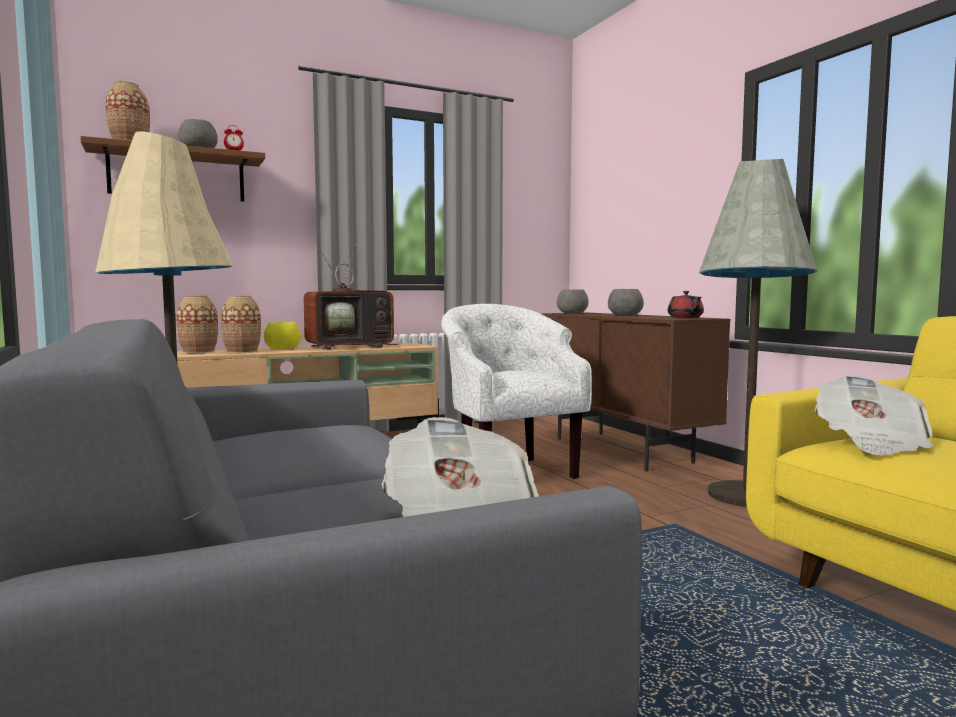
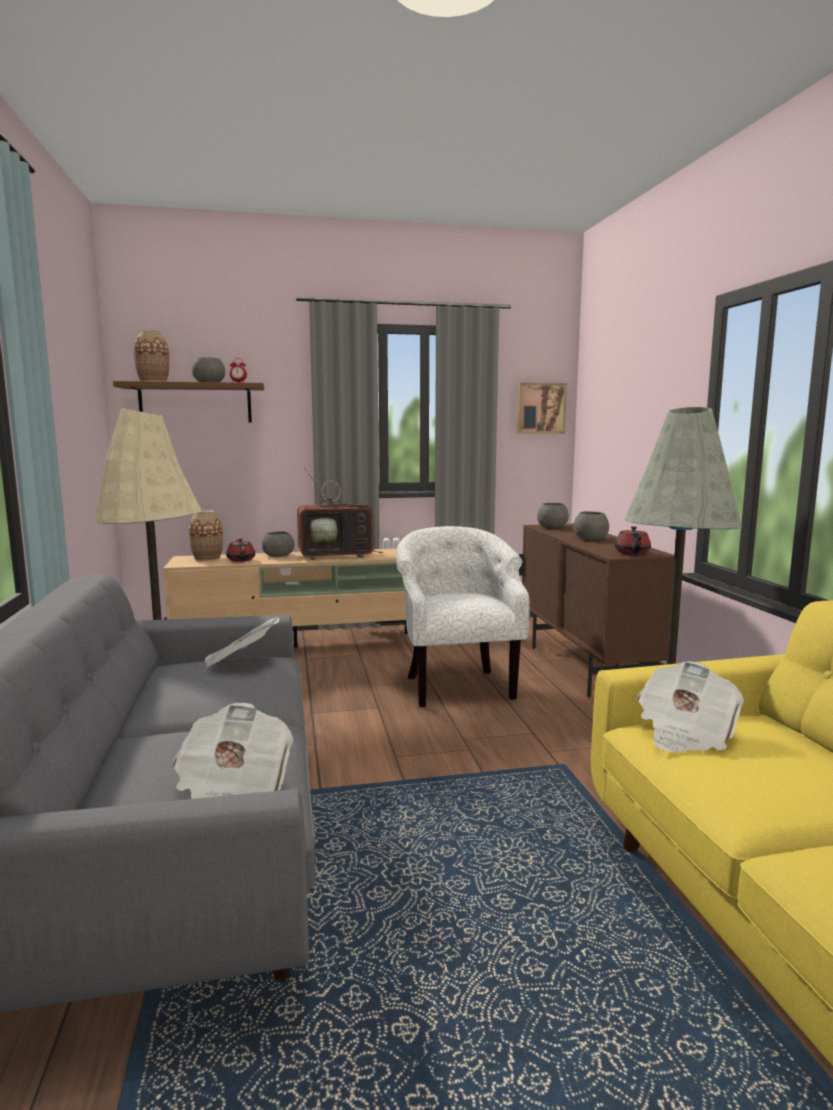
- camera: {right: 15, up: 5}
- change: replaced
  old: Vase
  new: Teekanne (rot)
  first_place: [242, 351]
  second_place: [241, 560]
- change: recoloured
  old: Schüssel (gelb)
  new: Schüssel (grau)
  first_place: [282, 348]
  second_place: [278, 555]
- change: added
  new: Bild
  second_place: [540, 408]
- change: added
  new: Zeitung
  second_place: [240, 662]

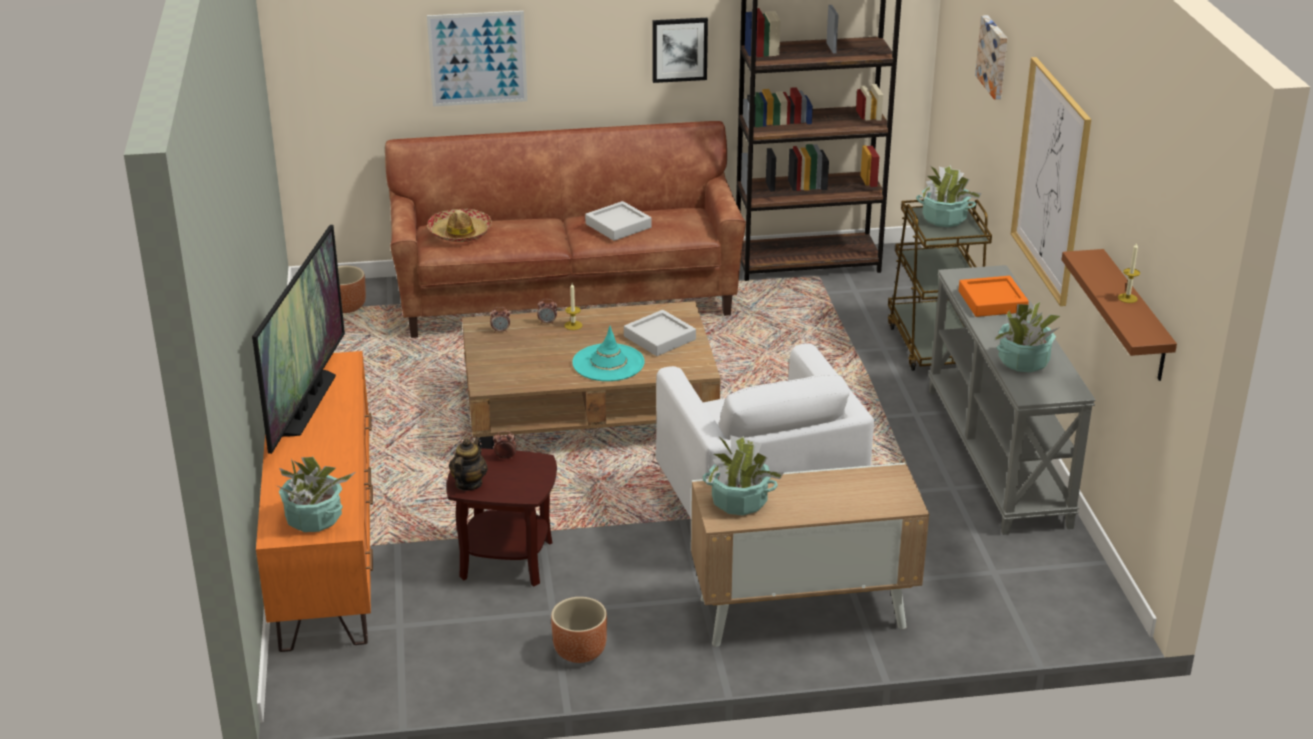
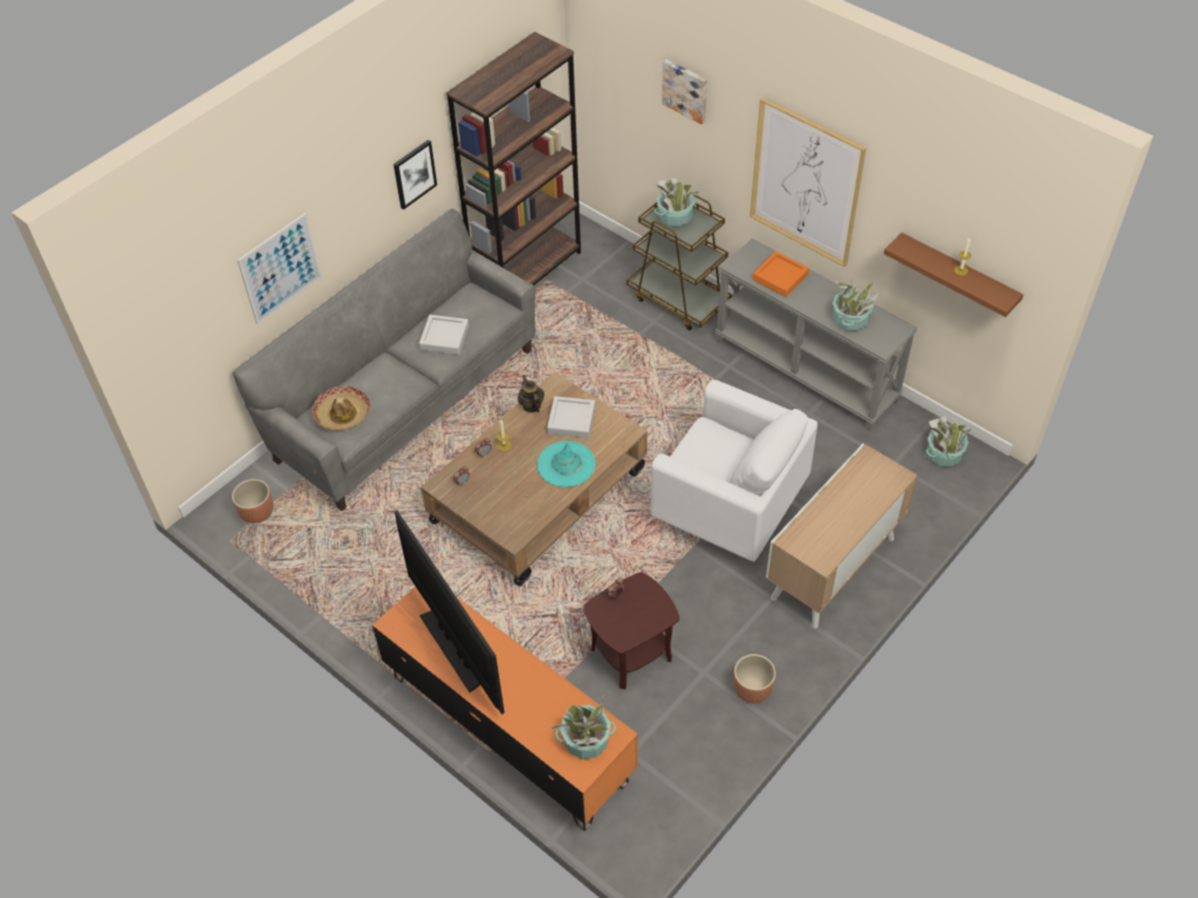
- camera: {right: -40, up: 20}
- change: recoloured
  old: Sofa (braun)
  new: Sofa (grau)
  first_place: [566, 298]
  second_place: [406, 404]
- change: moved
  old: Topfpflanze
  first_place: [739, 501]
  second_place: [943, 454]
- change: moved
  old: Teekanne
  first_place: [468, 484]
  second_place: [531, 406]

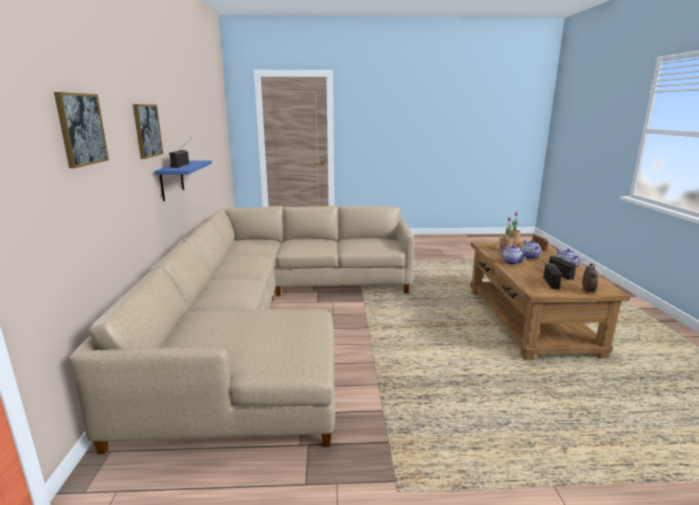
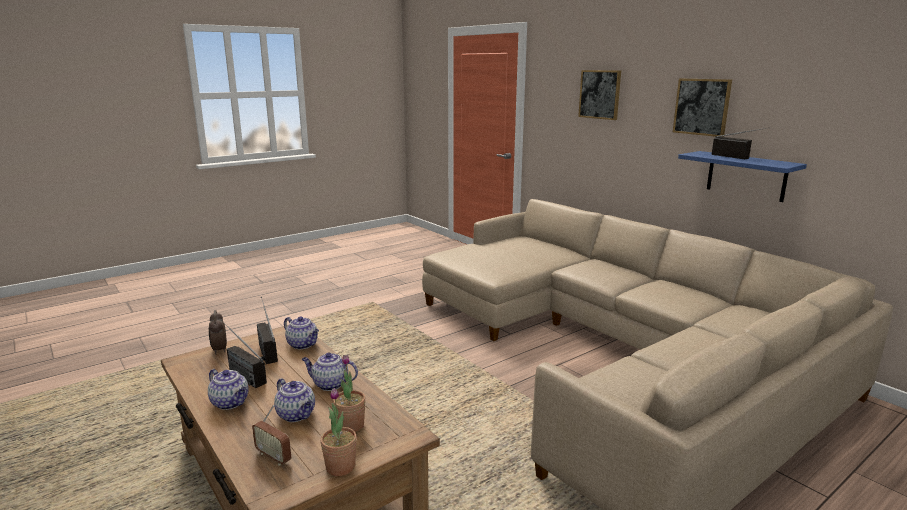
- camera: {right: 145, up: 0}
- change: added
  new: Teekanne
  second_place: [303, 344]

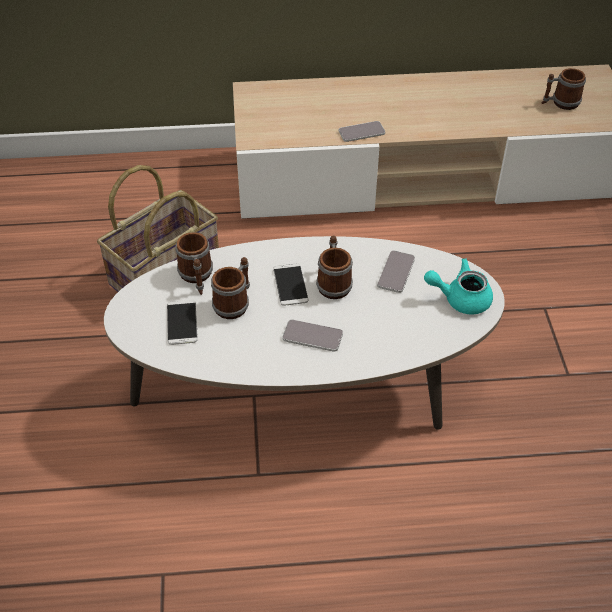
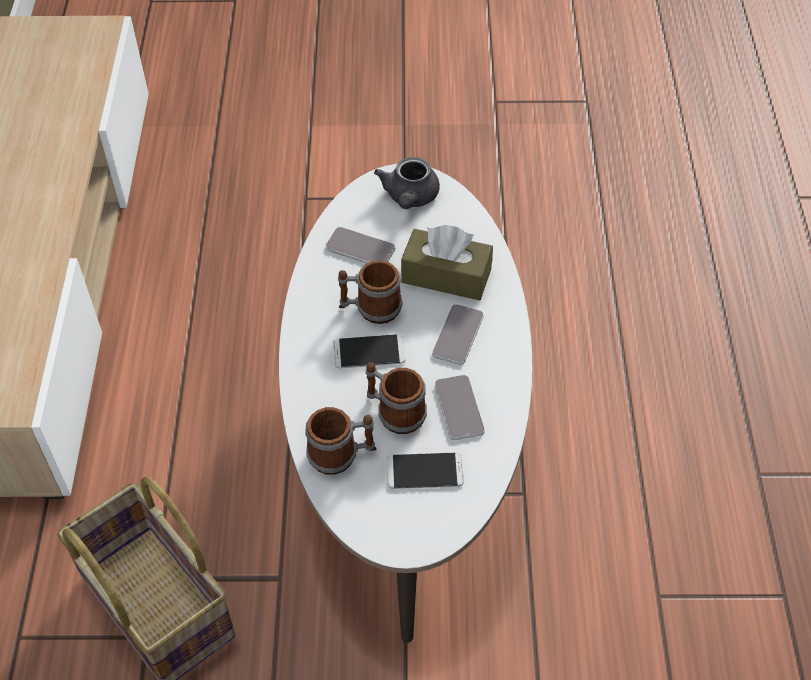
- camera: {right: -85, up: 5}
- change: removed
  old: Henkelbecher
  first_place: [560, 103]
- change: moved
  old: Handy
  first_place: [361, 132]
  second_place: [459, 408]
- change: recoloured
  old: Teekanne (türkis)
  new: Teekanne (grau)
  first_place: [460, 298]
  second_place: [410, 198]
- change: added
  new: Taschentuchbox (braun)
  second_place: [446, 276]

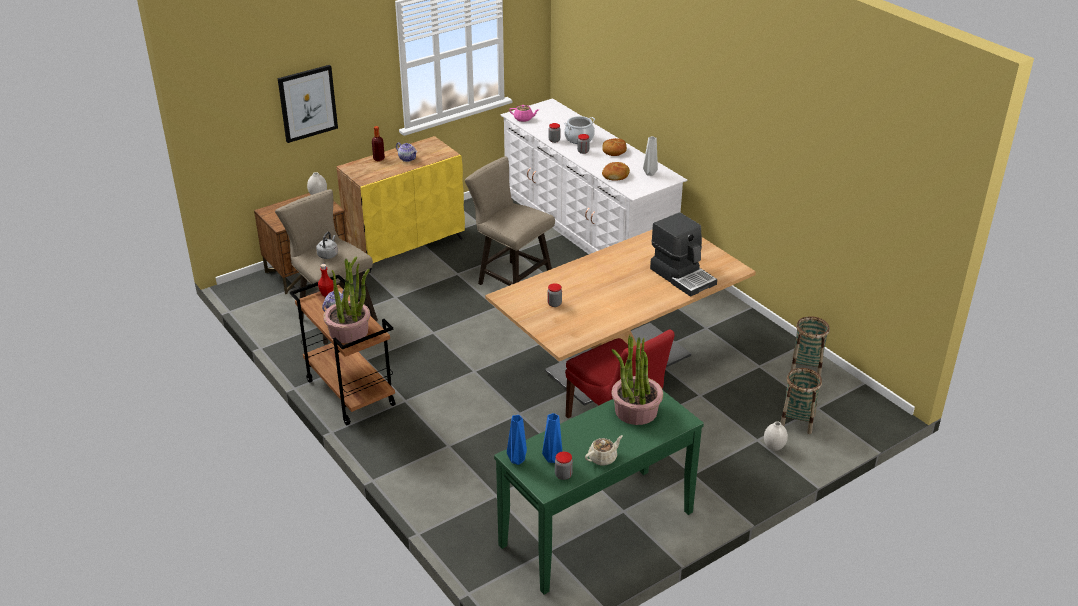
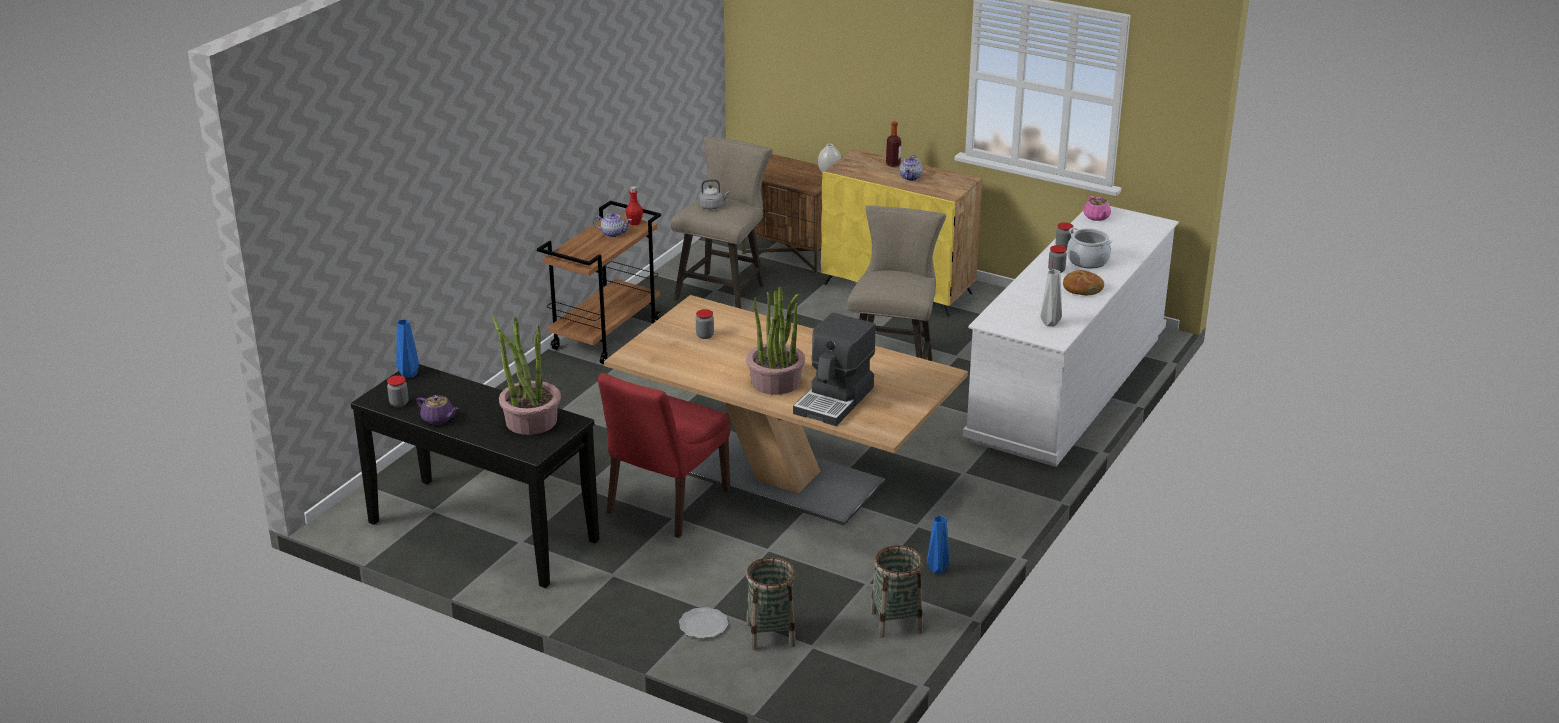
- camera: {right: 65, up: -5}
- change: removed
  old: Bild
  first_place: [307, 103]
- change: removed
  old: Brot
  first_place: [616, 175]
- change: moved
  old: Topfpflanze
  first_place: [349, 331]
  second_place: [775, 382]
- change: recoloured
  old: Konsolentisch (grün)
  new: Konsolentisch (schwarz)
  first_place: [597, 529]
  second_place: [482, 532]
- change: moved
  old: Vase (blau)
  first_place: [553, 459]
  second_place: [937, 570]
- change: replaced
  old: Vase (weiß)
  new: Teller
  first_place: [774, 448]
  second_place: [702, 625]
- change: recoloured
  old: Teekanne (beige)
  new: Teekanne (lila)
  first_place: [603, 458]
  second_place: [438, 419]

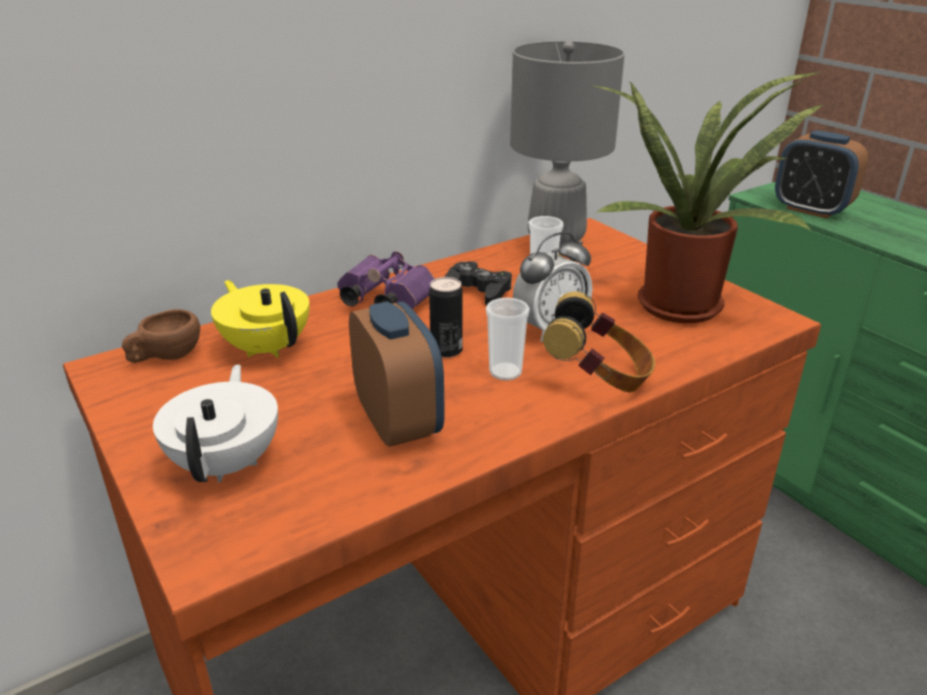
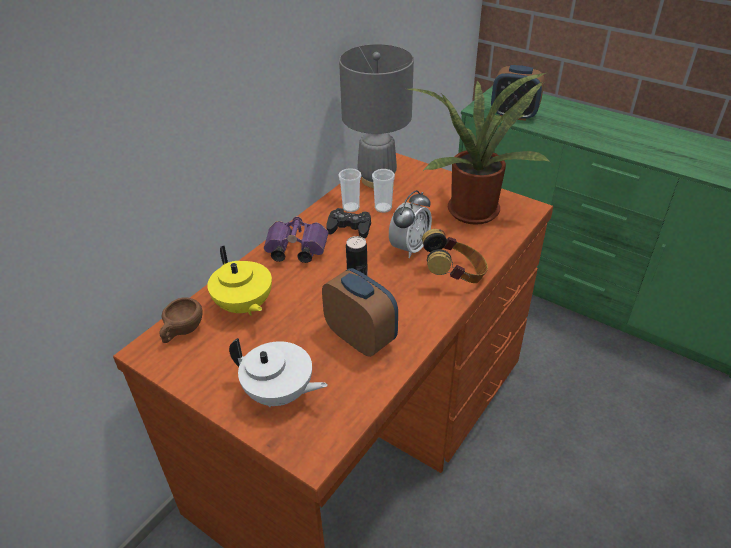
- camera: {right: -20, up: 10}
- change: turned
  old: Teekanne (gelb)
  first_place: [267, 347]
  second_place: [244, 306]
  degrees: -150
- change: moved
  old: Tasse
  first_place: [505, 372]
  second_place: [351, 207]
- change: turned
  old: Teekanne (weiß)
  first_place: [228, 463]
  second_place: [280, 394]
  degrees: 135

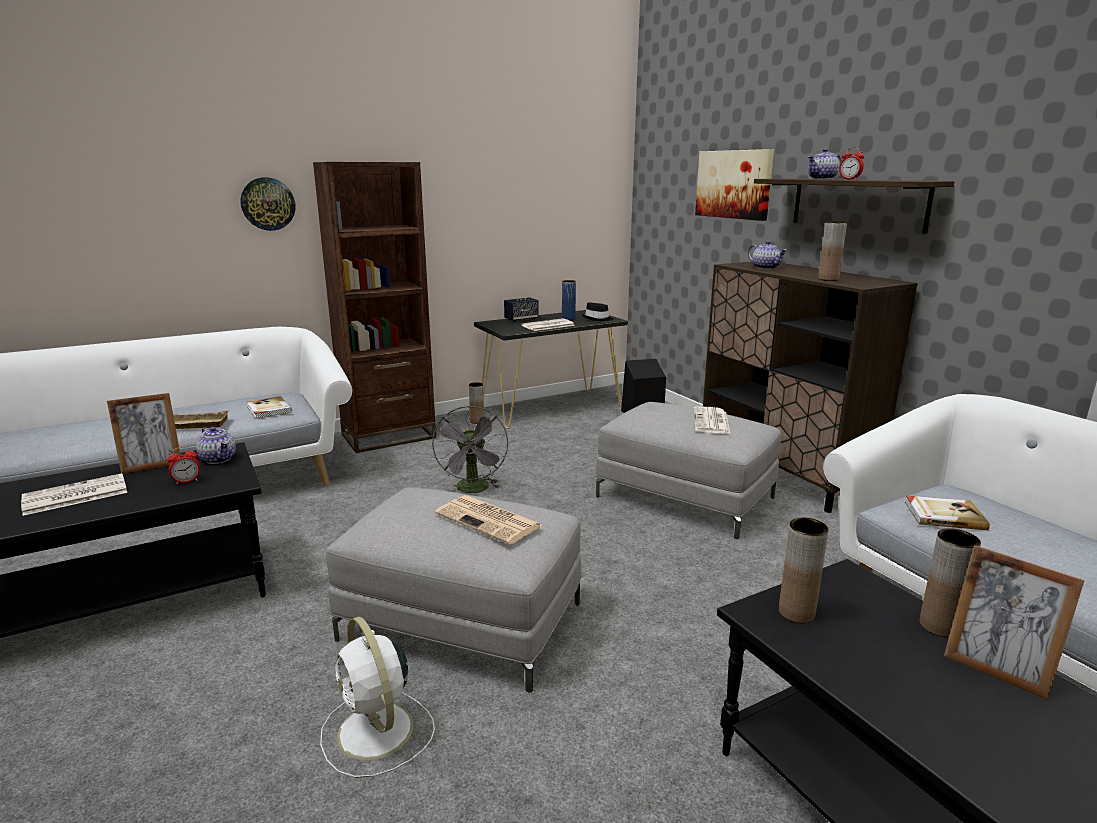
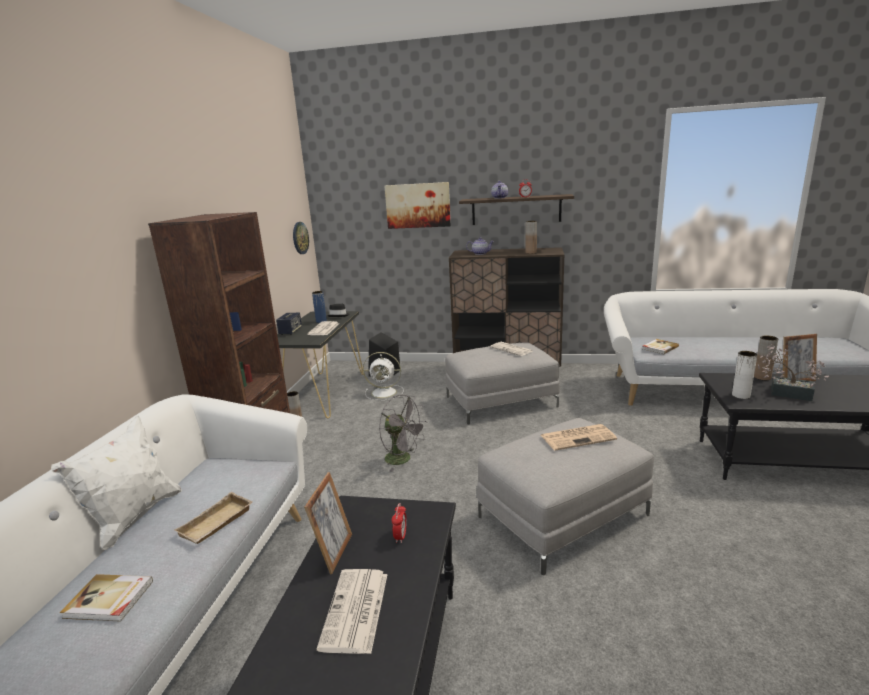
- camera: {right: -50, up: 0}
- change: moved
  old: Wanduhr
  first_place: [268, 204]
  second_place: [300, 238]
- change: moved
  old: Buch
  first_place: [268, 409]
  second_place: [109, 600]
- change: removed
  old: Teekanne
  first_place: [219, 459]
- change: recoloured
  old: Vase (braun)
  new: Vase (weiß)
  first_place: [796, 613]
  second_place: [741, 395]
- change: moved
  old: Ventilator (weiß)
  first_place: [377, 733]
  second_place: [385, 392]
- change: added
  new: Topfpflanze
  second_place: [785, 393]
- change: added
  new: Kissen (weiß)
  second_place: [134, 517]

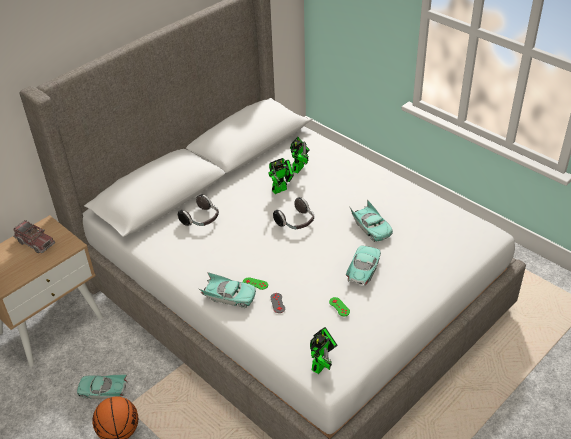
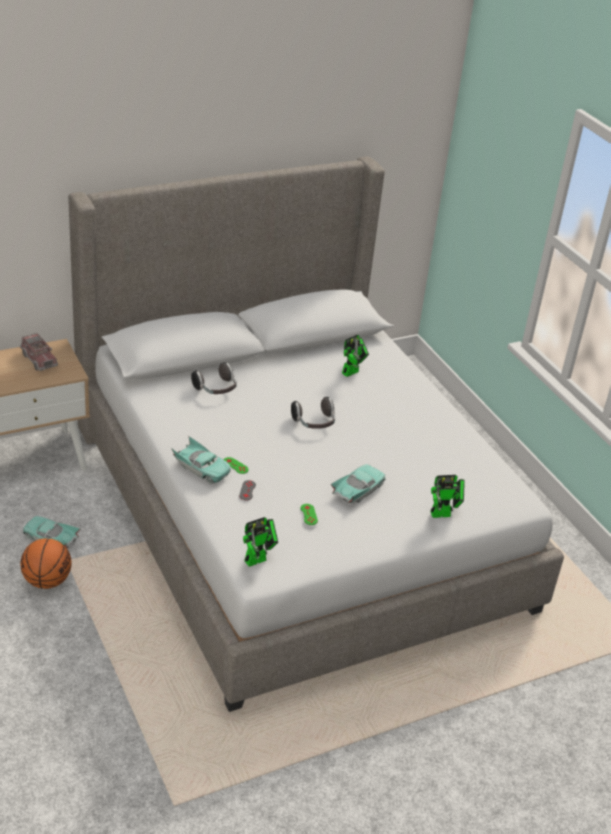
- camera: {right: 15, up: -5}
- change: moved
  old: Spielzeugroboter
  first_place: [281, 189]
  second_place: [443, 514]
- change: removed
  old: Spielzeugauto (türkis)
  first_place: [371, 227]

